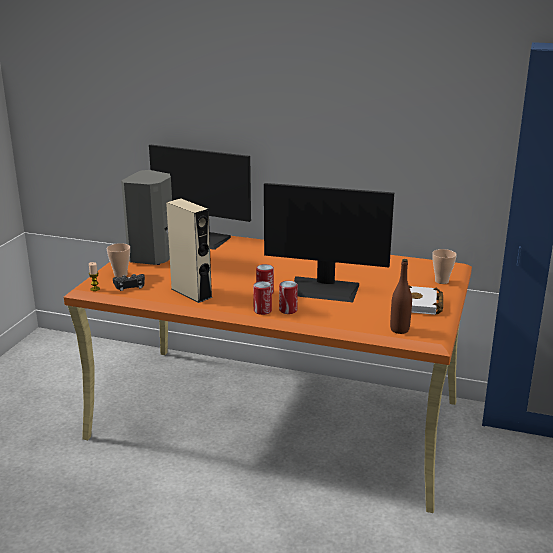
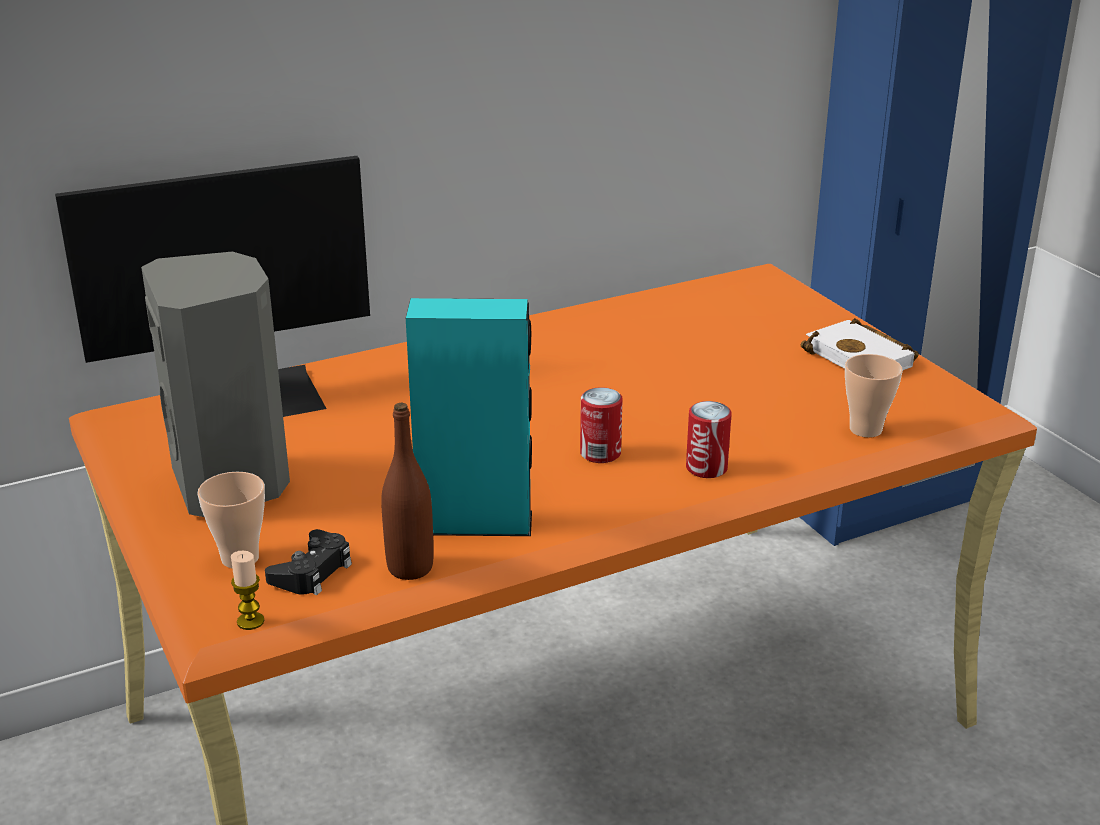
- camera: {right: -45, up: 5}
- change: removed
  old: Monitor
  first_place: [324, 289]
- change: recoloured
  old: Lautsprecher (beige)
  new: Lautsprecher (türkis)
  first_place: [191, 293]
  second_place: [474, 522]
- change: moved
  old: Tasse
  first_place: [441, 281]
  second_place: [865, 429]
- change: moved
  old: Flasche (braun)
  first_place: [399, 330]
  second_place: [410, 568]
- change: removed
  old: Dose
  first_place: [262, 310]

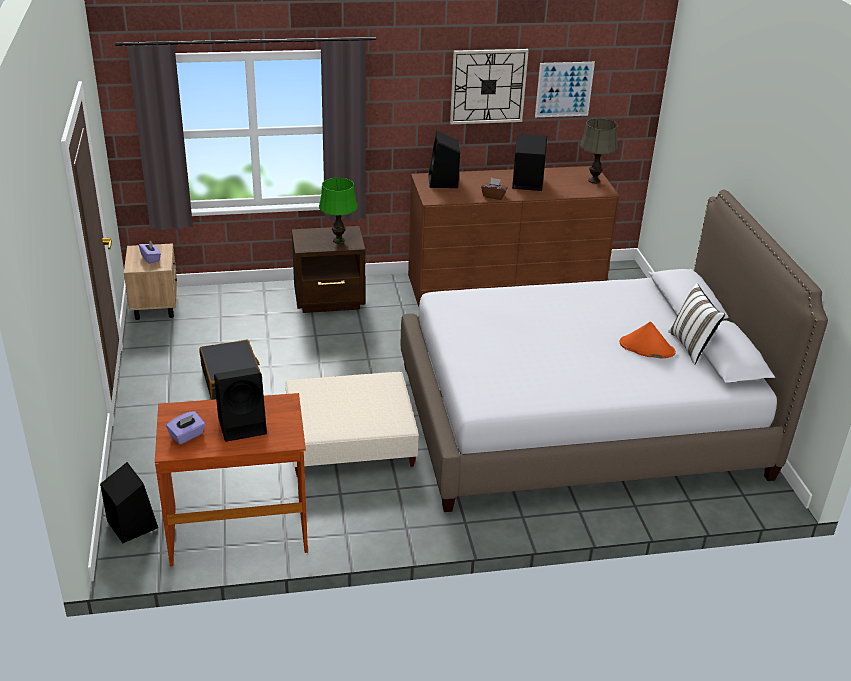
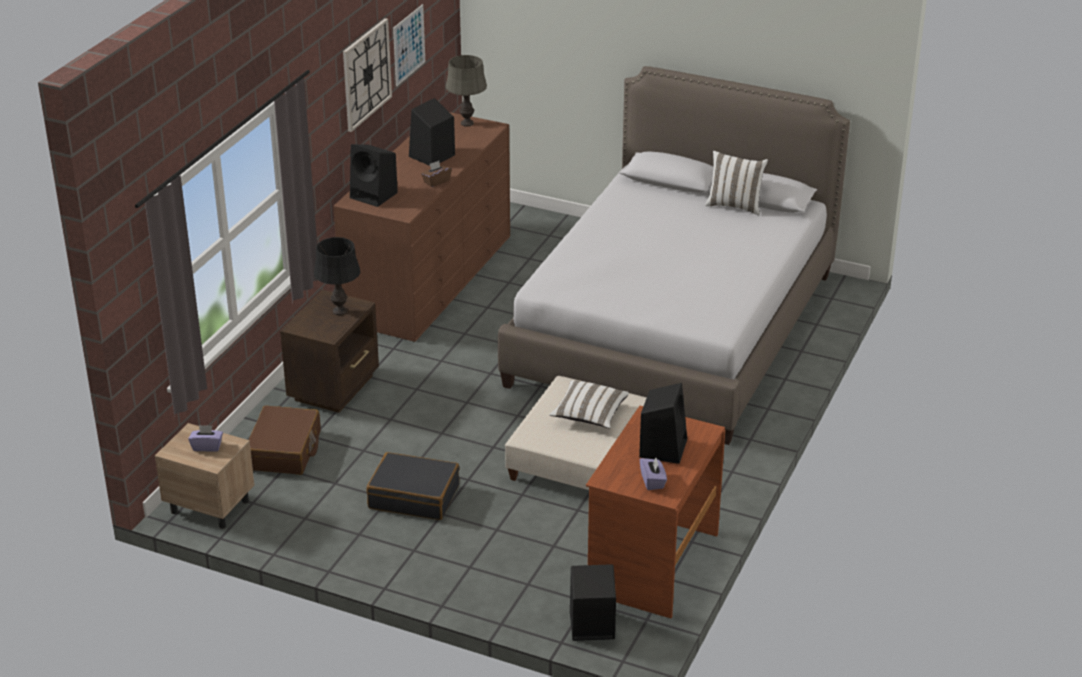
- camera: {right: -55, up: 0}
- change: recoloured
  old: Tischlampe (grün)
  new: Tischlampe (schwarz)
  first_place: [338, 240]
  second_place: [340, 311]
- change: removed
  old: Hut (orange)
  first_place: [646, 348]
- change: added
  new: Kissen (weiß)
  second_place: [589, 415]
- change: added
  new: Koffer (braun)
  second_place: [284, 451]

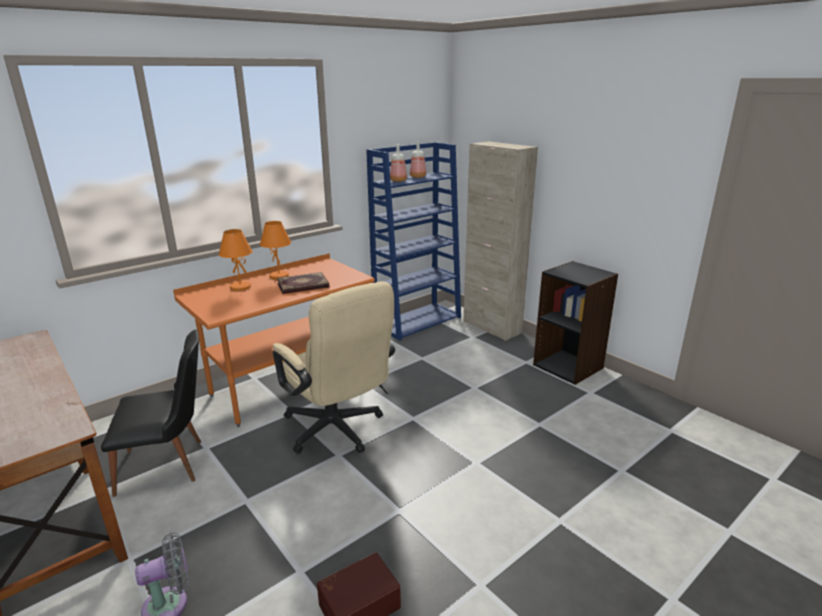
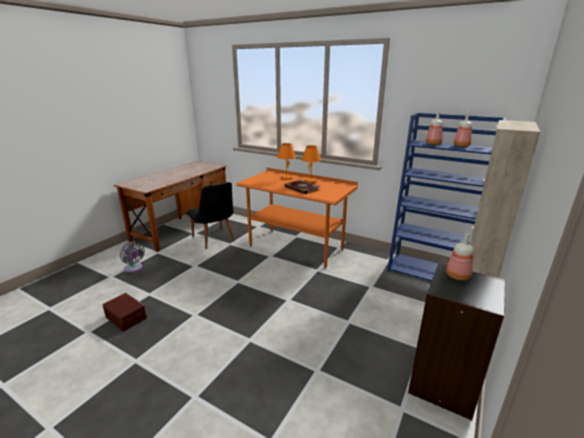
- camera: {right: 70, up: 0}
- change: removed
  old: Bürostuhl (beige)
  first_place: [338, 431]
- change: added
  new: Flasche
  second_place: [458, 276]

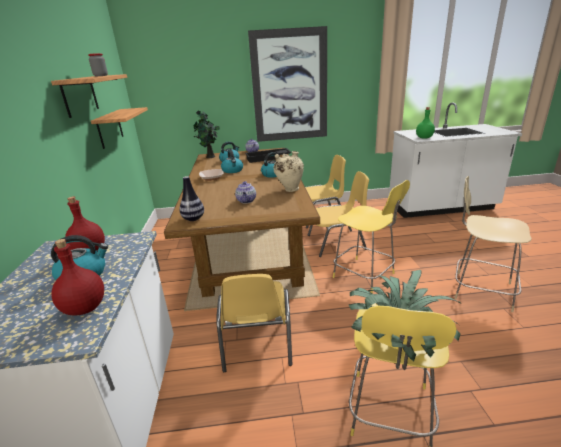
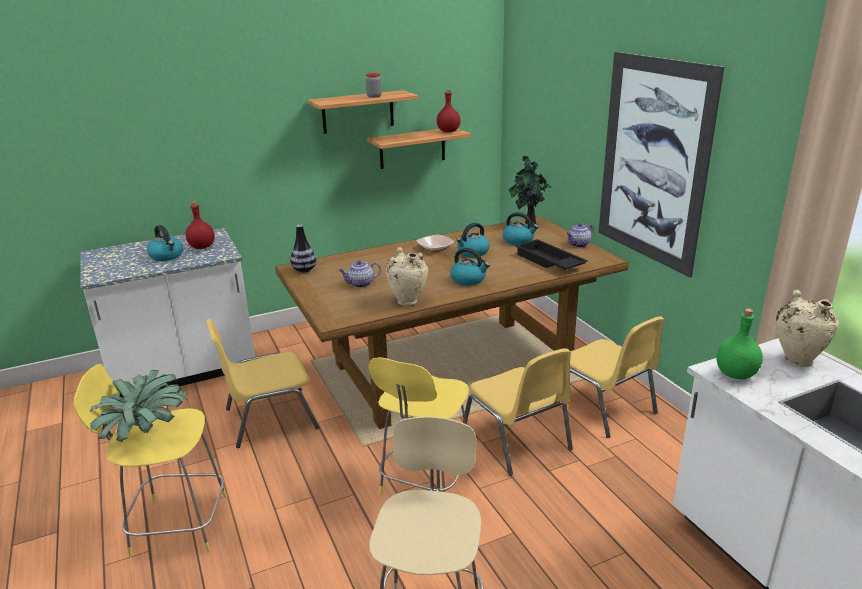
- camera: {right: 70, up: 0}
- change: moved
  old: Flasche (rot)
  first_place: [85, 308]
  second_place: [448, 131]
- change: added
  new: Vase (beige)
  second_place: [797, 360]

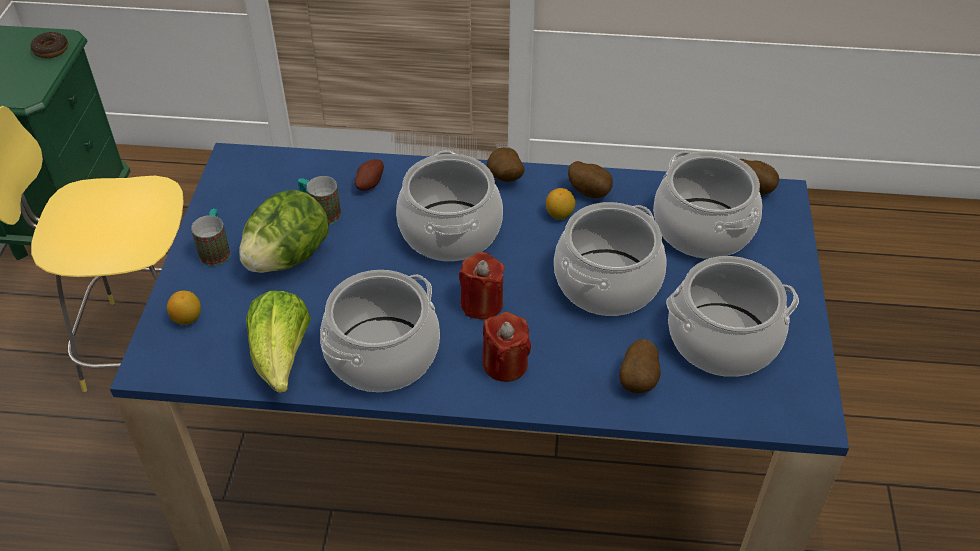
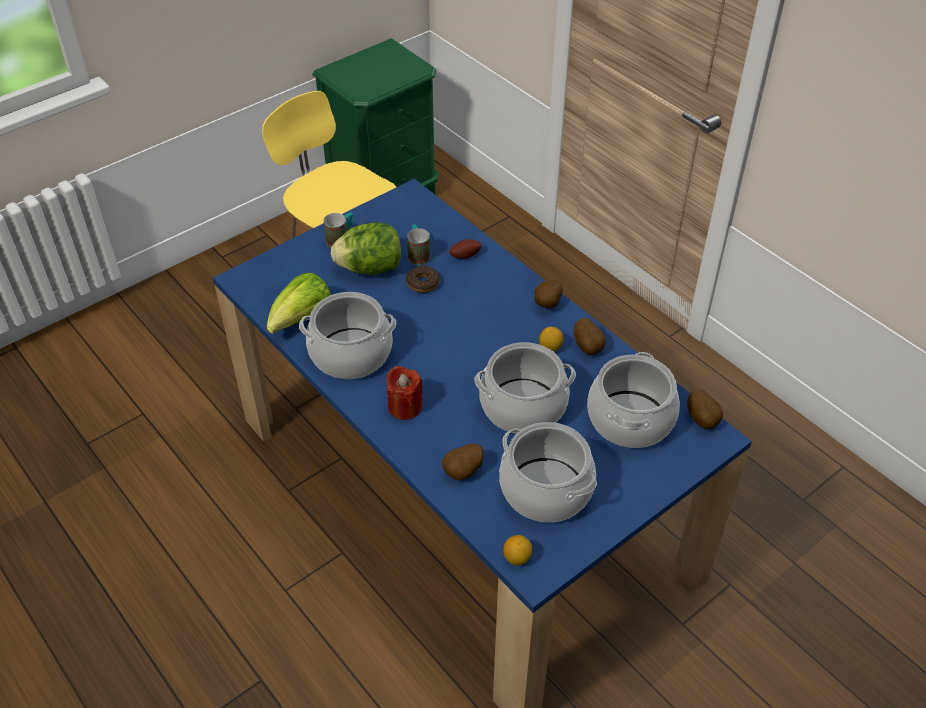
- camera: {right: 45, up: 0}
- change: moved
  old: Donut
  first_place: [51, 50]
  second_place: [423, 283]
- change: removed
  old: Kochtopf
  first_place: [451, 231]
- change: removed
  old: Kerze (rot)
  first_place: [481, 304]
- change: moved
  old: Zitrone
  first_place: [187, 318]
  second_place: [517, 558]

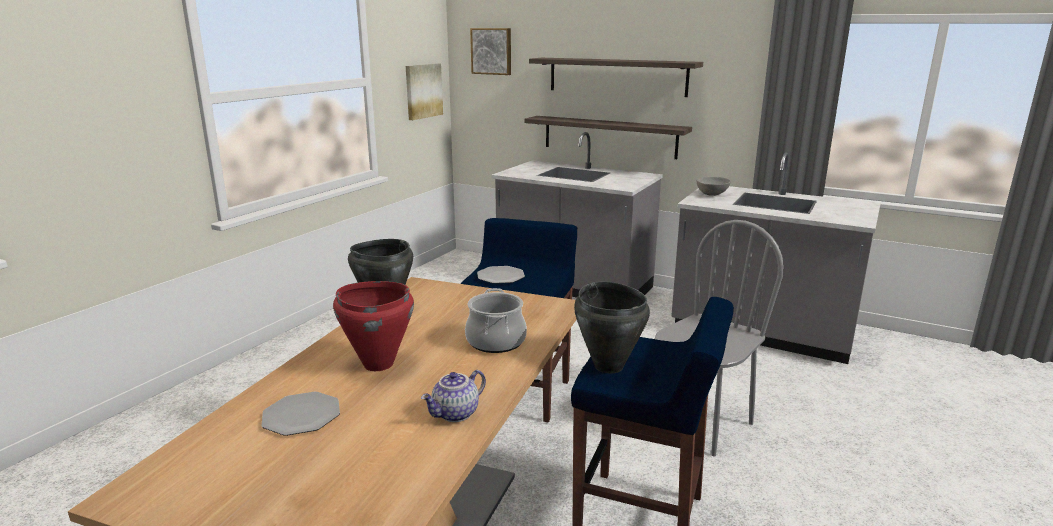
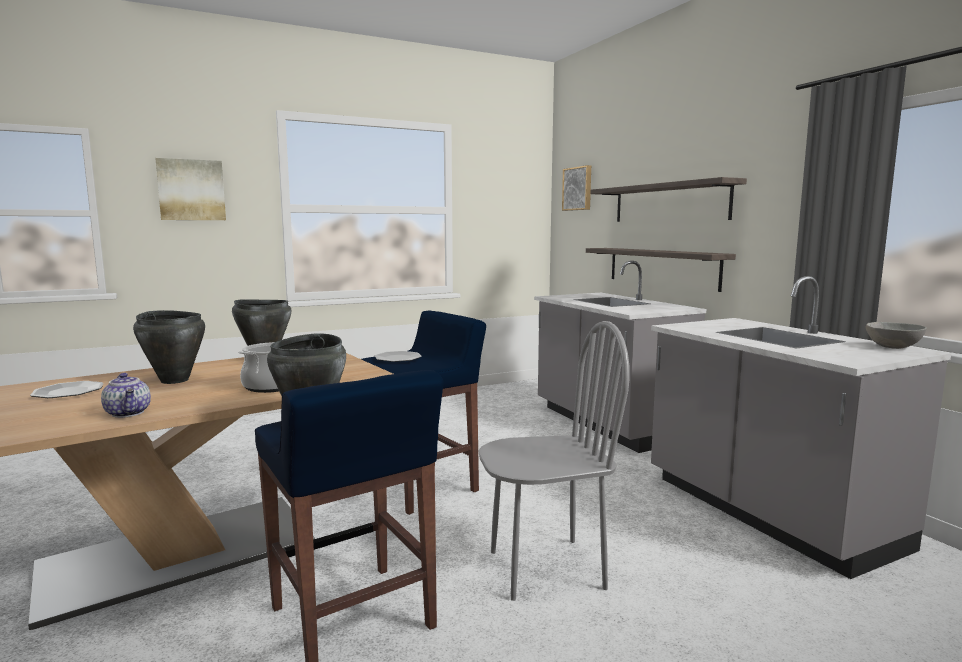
- camera: {right: 35, up: -10}
- change: moved
  old: Bild
  first_place: [423, 91]
  second_place: [191, 190]
- change: moved
  old: Schüssel (grau)
  first_place: [712, 195]
  second_place: [893, 348]
- change: recoloured
  old: Kochtopf (rot)
  new: Kochtopf (schwarz)
  first_place: [378, 364]
  second_place: [175, 380]
- change: turned
  old: Teekanne
  first_place: [456, 414]
  second_place: [129, 413]
  degrees: -120

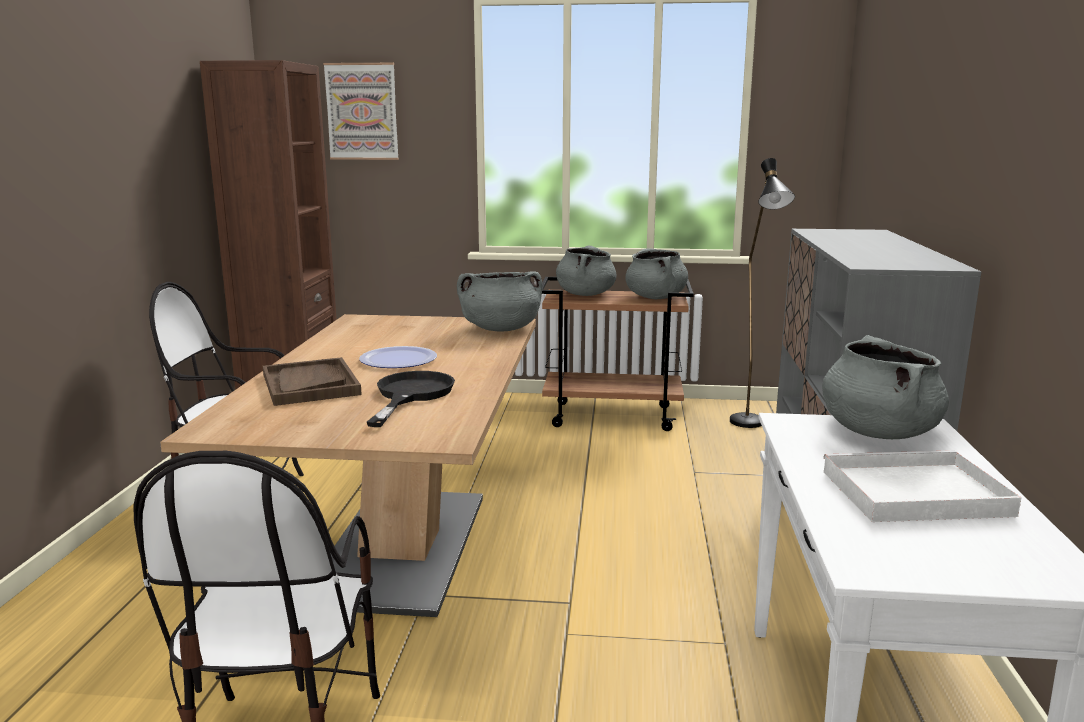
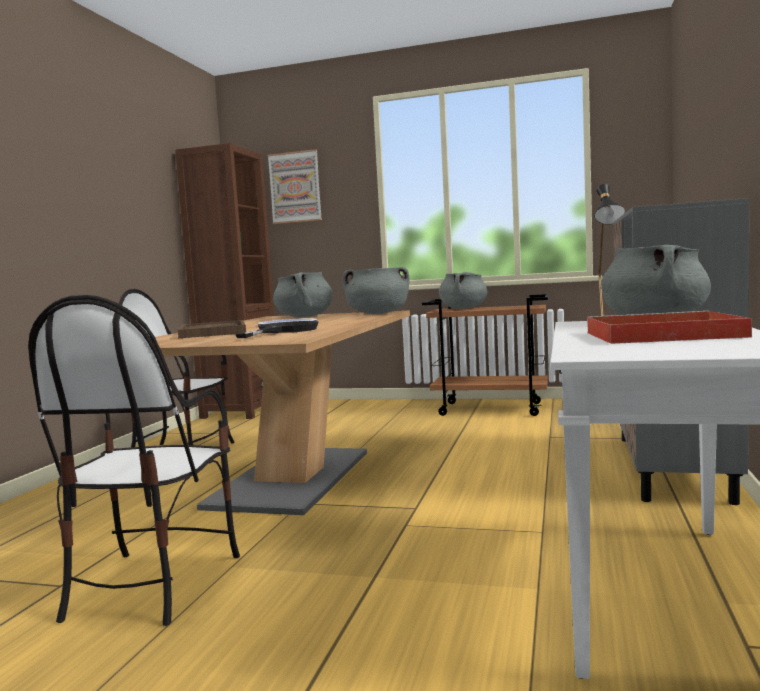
- camera: {right: 10, up: -10}
- change: moved
  old: Kochtopf (grau)
  first_place: [656, 298]
  second_place: [304, 317]
- change: recoloured
  old: Tablett (weiß)
  new: Tablett (rot)
  first_place: [911, 493]
  second_place: [659, 335]

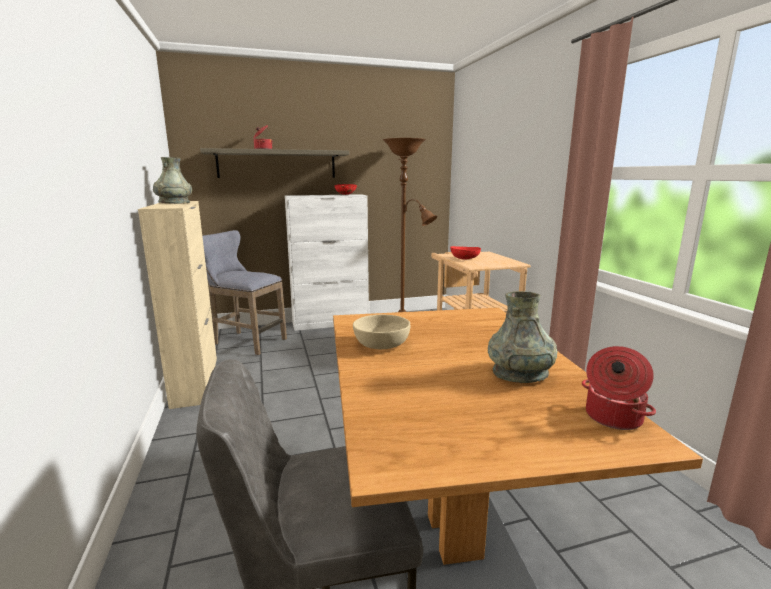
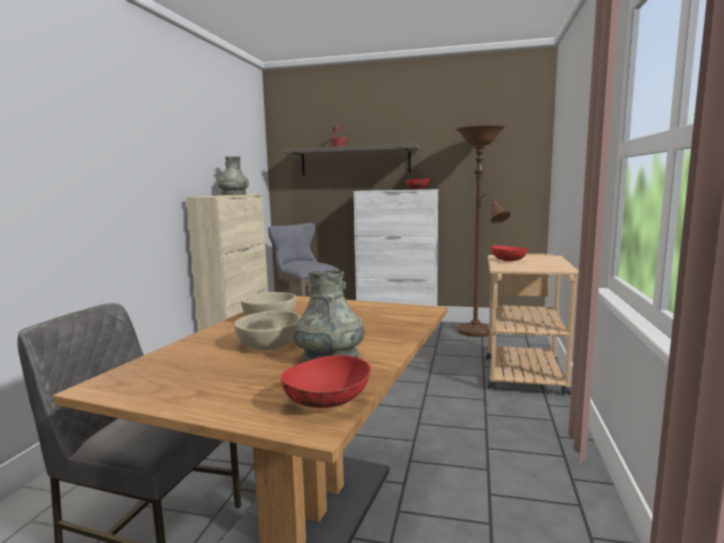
- camera: {right: 30, up: -5}
- change: replaced
  old: Kochtopf
  new: Schüssel (rot)
  first_place: [612, 417]
  second_place: [327, 404]
- change: added
  new: Schüssel (beige)
  second_place: [269, 344]

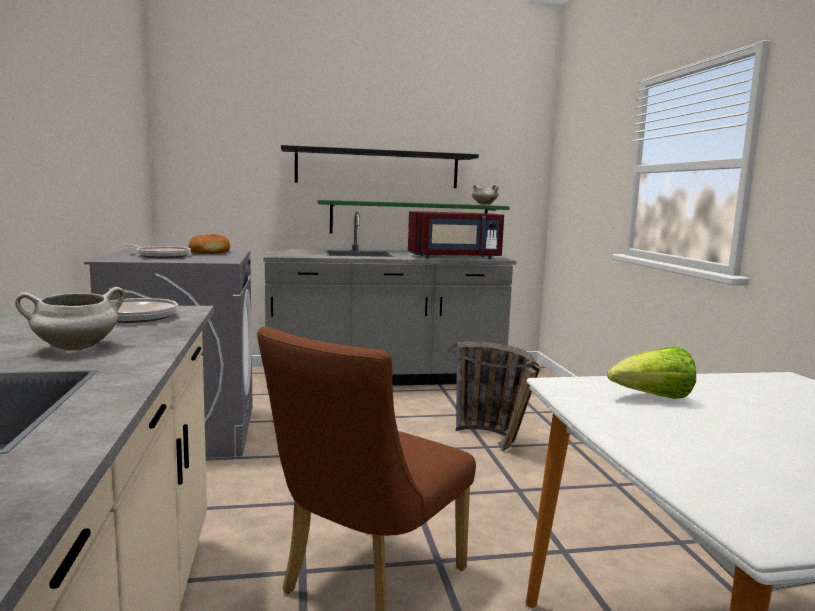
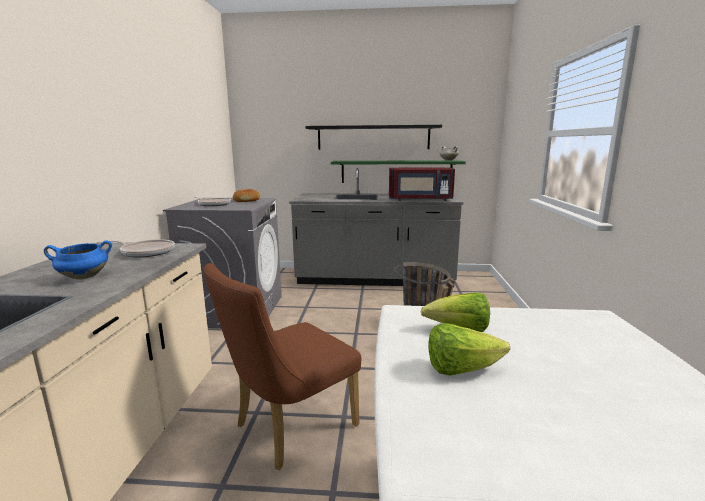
- camera: {right: 15, up: 5}
- change: recoloured
  old: Kochtopf (weiß)
  new: Kochtopf (blau)
  first_place: [75, 348]
  second_place: [83, 277]
- change: added
  new: Salatkopf
  second_place: [461, 369]

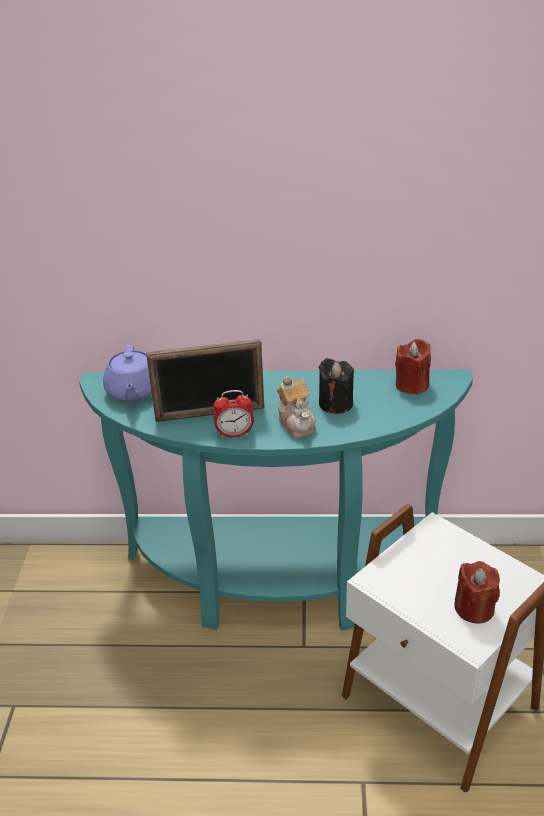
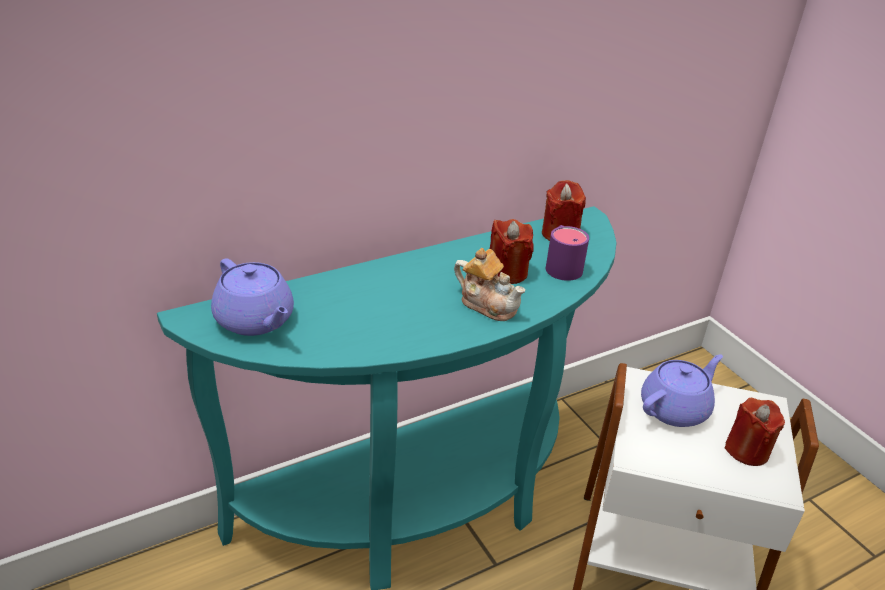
- camera: {right: -35, up: 0}
- change: removed
  old: Bilderrahmen
  first_place: [210, 414]
- change: recoloured
  old: Kerze (schwarz)
  new: Kerze (rot)
  first_place: [335, 404]
  second_place: [507, 272]
- change: removed
  old: Wecker
  first_place: [234, 434]
- change: added
  new: Henkelbecher (lila)
  second_place: [561, 265]
- change: added
  new: Teekanne (lila)
  second_place: [675, 408]

